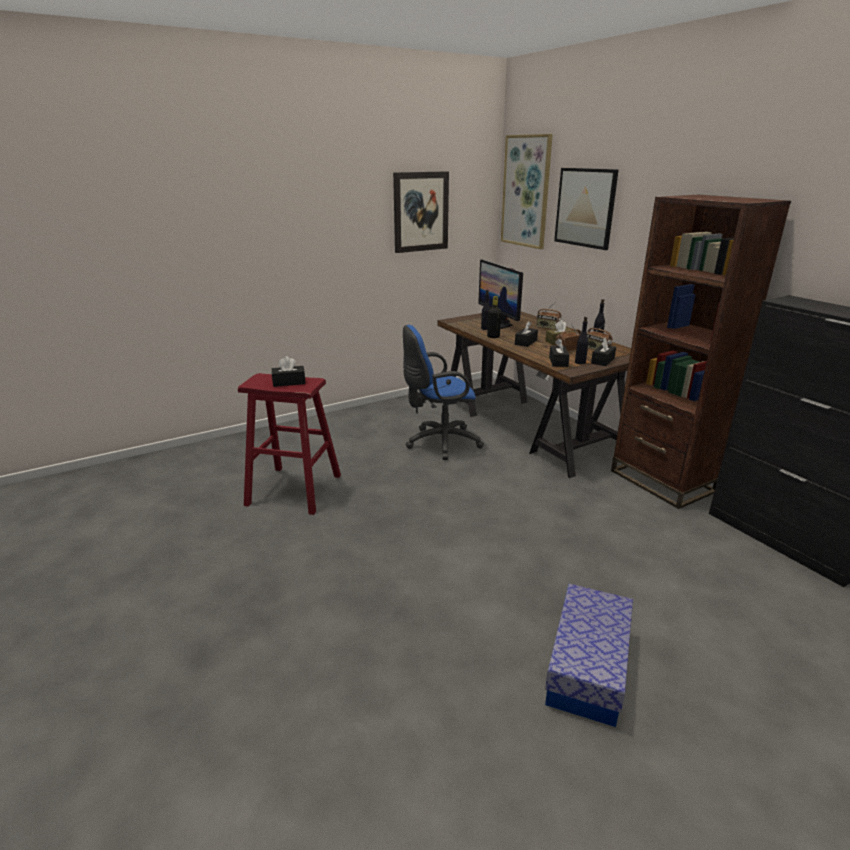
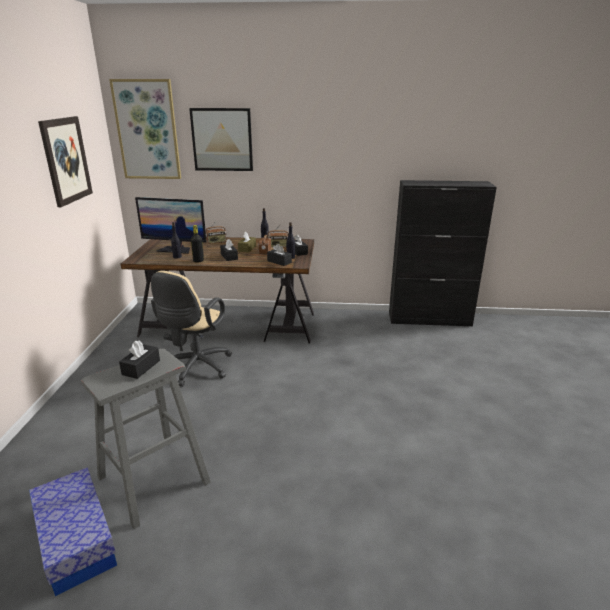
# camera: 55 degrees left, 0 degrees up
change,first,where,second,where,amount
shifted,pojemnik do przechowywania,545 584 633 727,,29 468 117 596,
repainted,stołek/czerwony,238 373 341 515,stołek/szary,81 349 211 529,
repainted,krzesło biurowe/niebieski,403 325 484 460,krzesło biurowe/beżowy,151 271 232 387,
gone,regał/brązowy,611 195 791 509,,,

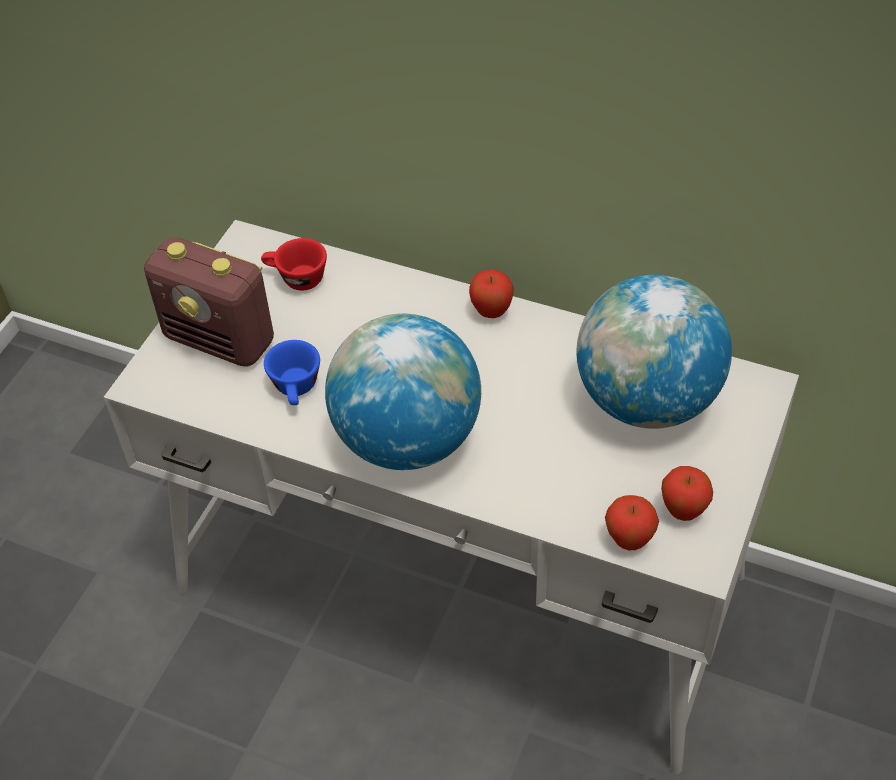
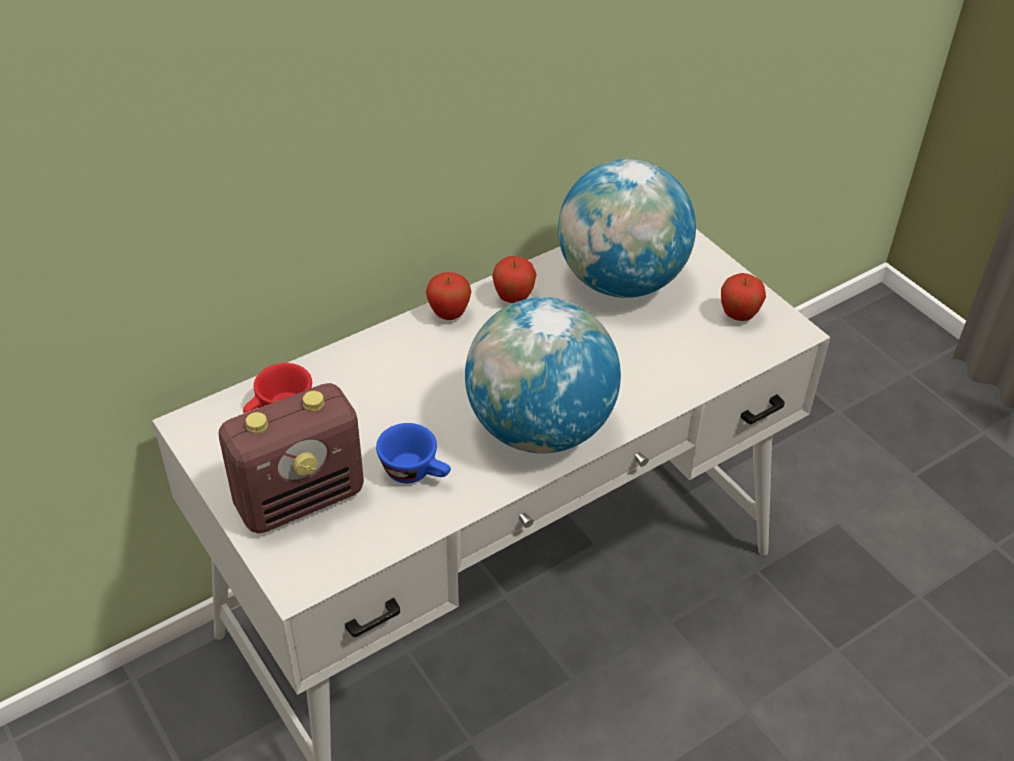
# camera: 60 degrees left, 5 degrees down
change,first,where,second,where,amount
shifted,jabłko,605 495 659 551,,492 256 537 303,

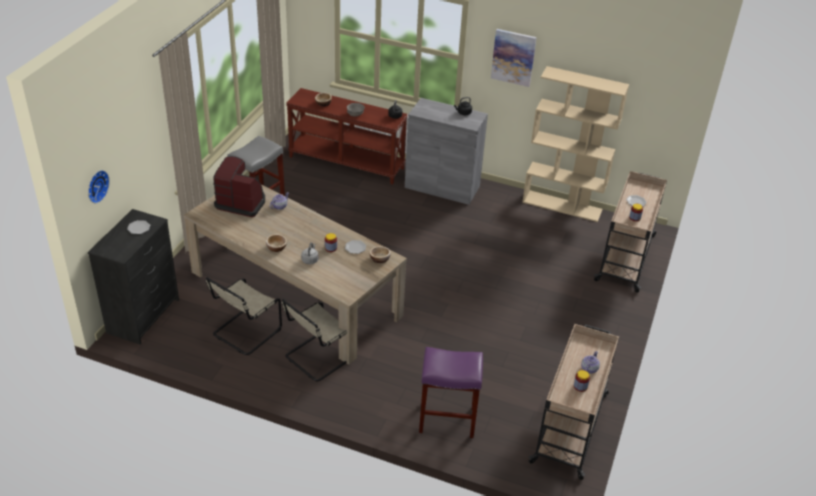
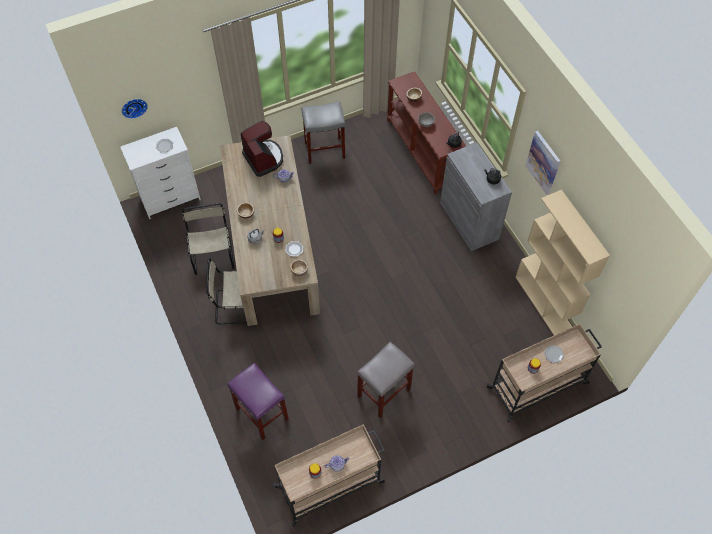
# camera: 45 degrees right, 20 degrees up
change,first,where,second,where,amount
repainted,komoda/czarny,88 209 179 345,komoda/biały,120 127 201 219,
rotated,krzesło/beżowy,206 277 282 355,,182 203 234 275,90 degrees clockwise
new,,,stołek/szary,357 342 415 418,

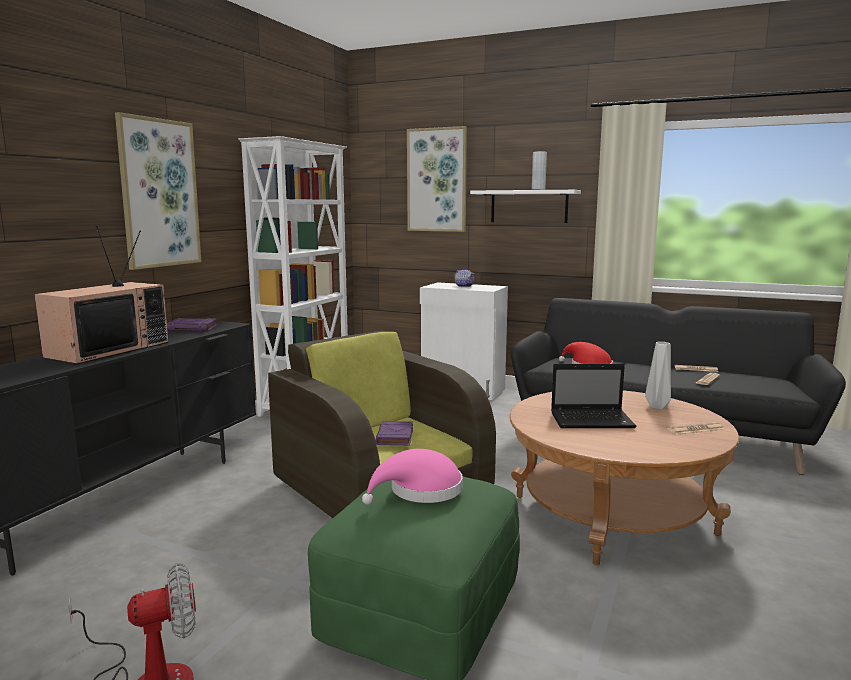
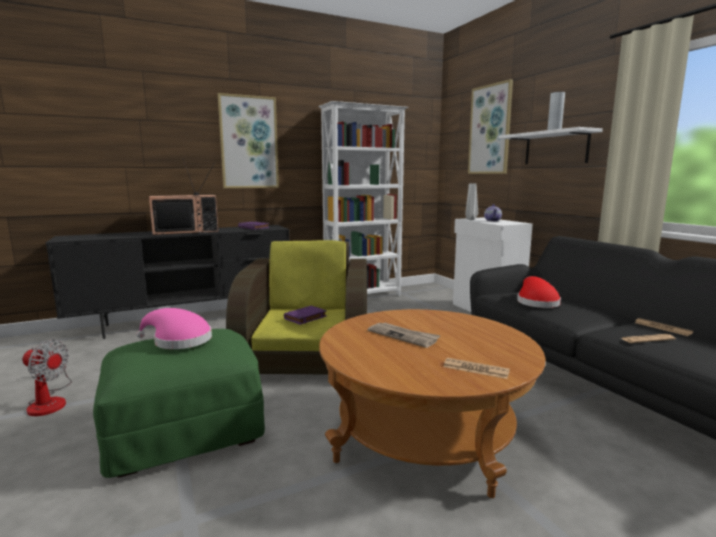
# camera: 40 degrees right, 0 degrees up
change,first,where,second,where,amount
swapped,laptop,551 364 636 428,gazeta,368 323 441 348,
shifted,wazon/szary,645 342 671 409,,465 184 478 220,

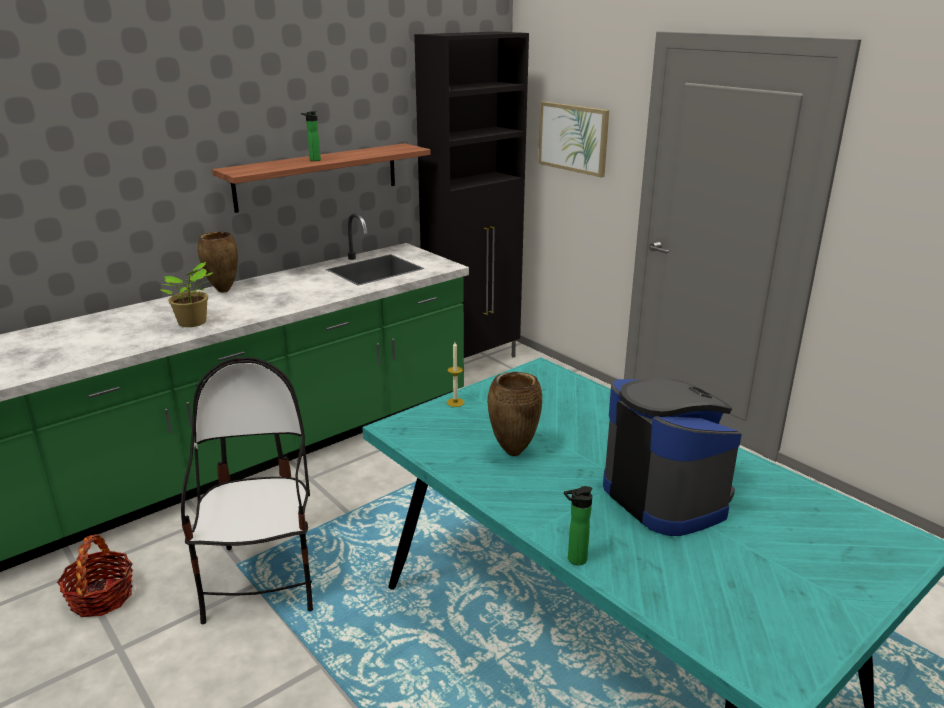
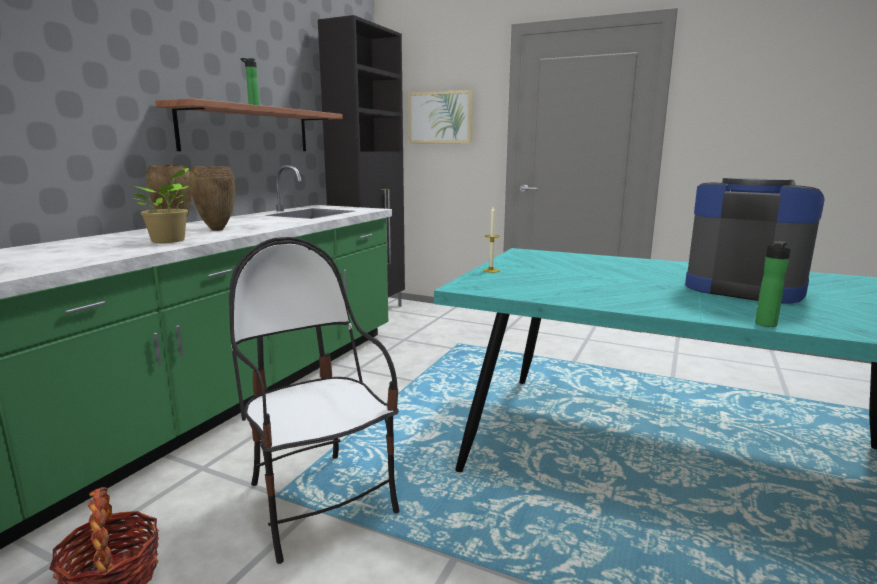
# camera: 25 degrees left, 10 degrees down
change,first,where,second,where,amount
shifted,wazon/brązowy,487 372 542 456,,189 166 235 231,

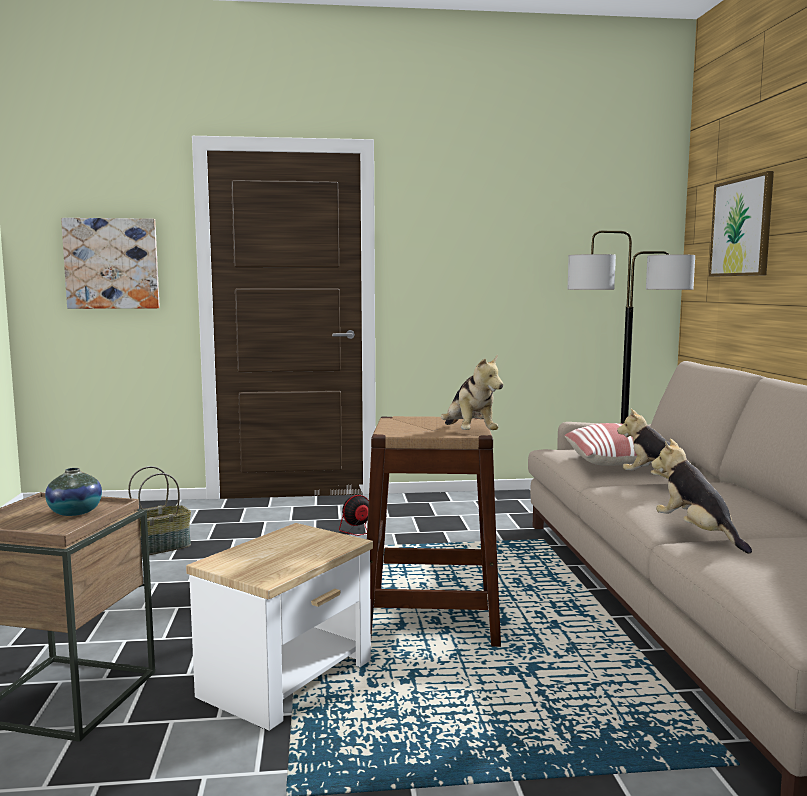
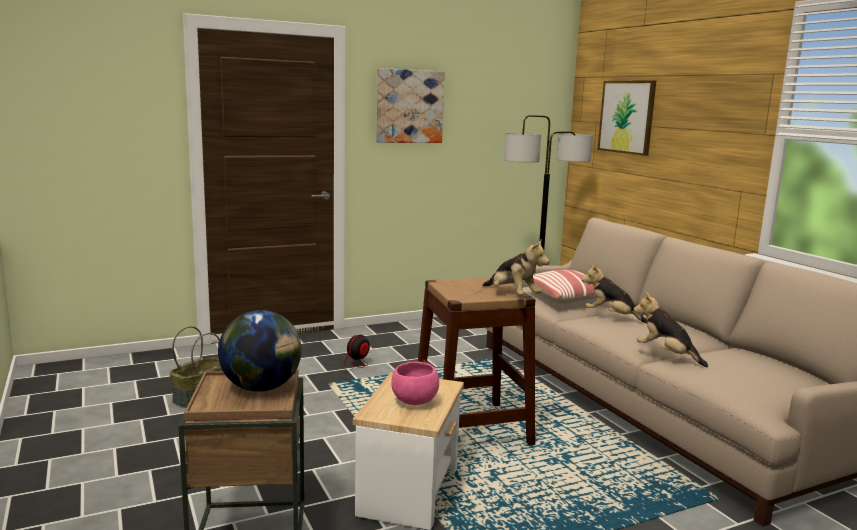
# camera: 20 degrees left, 5 degrees up
change,first,where,second,where,amount
swapped,wazon,45 468 102 516,globus,218 310 301 392,
shifted,obraz,61 218 160 309,,376 68 445 143,
new,,,miska/różowy,391 361 439 405,

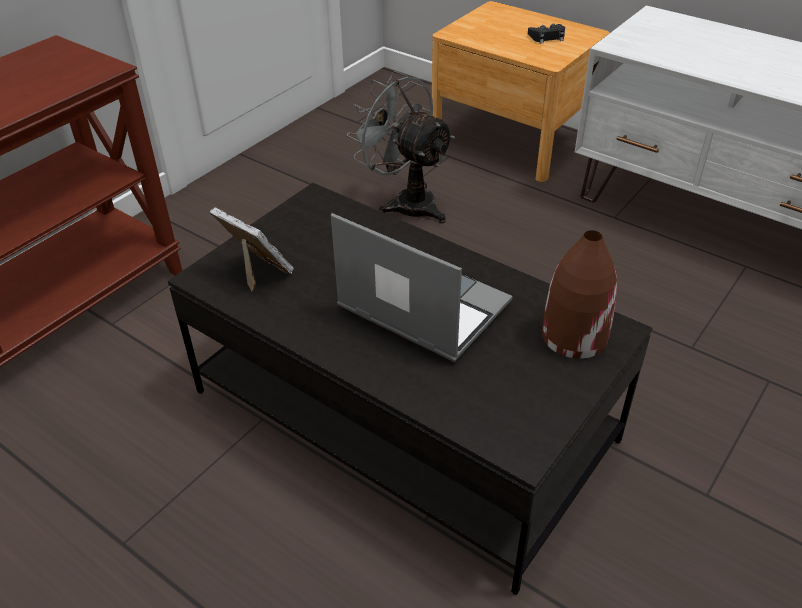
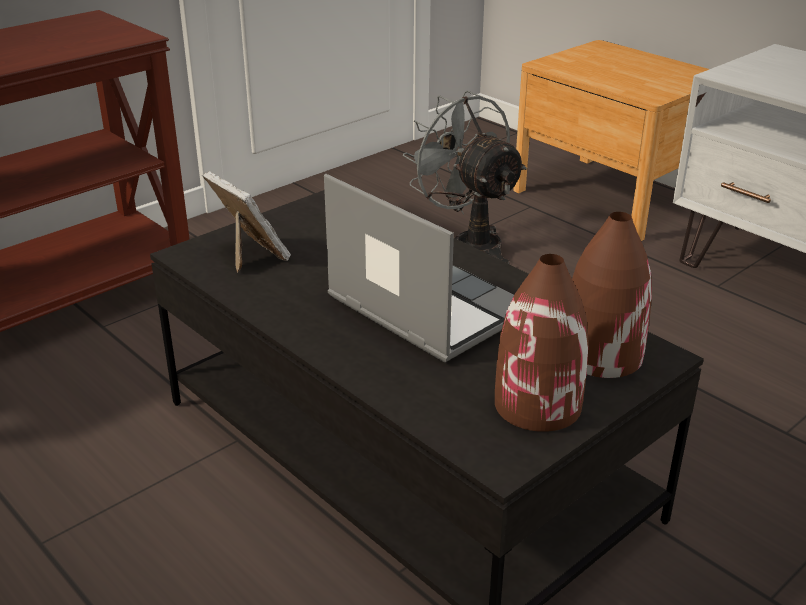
# camera: 10 degrees right, 10 degrees down
change,first,where,second,where,amount
new,,,wazon/brązowy,495 254 589 432,
gone,pad do gier/czarny,528 24 565 44,,,

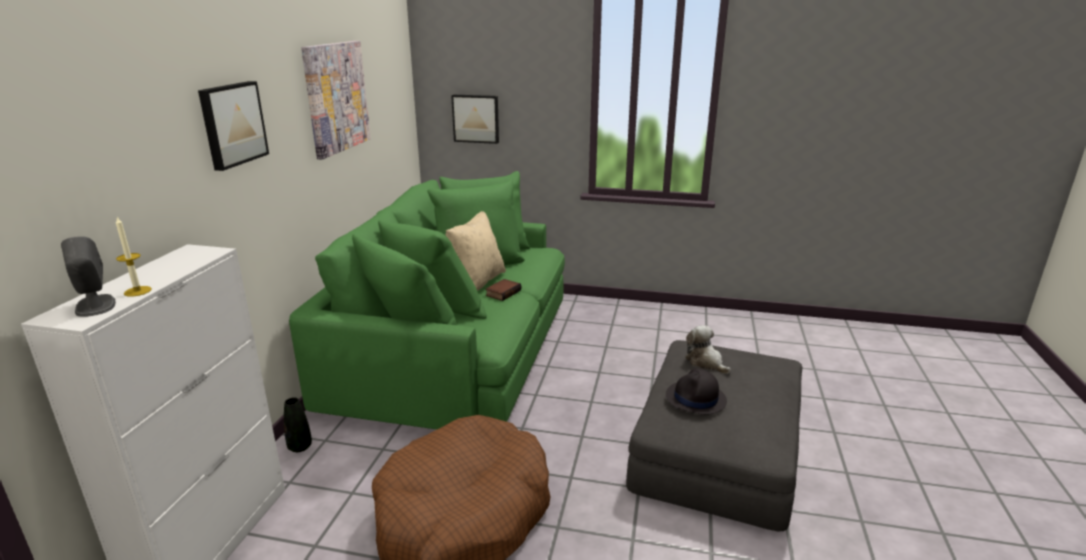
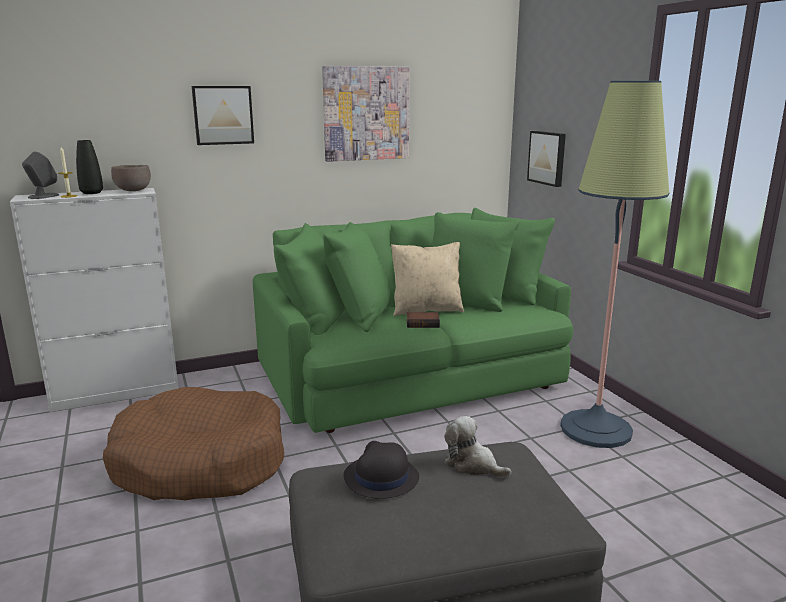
# camera: 55 degrees right, 5 degrees down
change,first,where,second,where,amount
shifted,wazon/czarny,284 397 312 452,,76 140 103 194,
new,,,miska/brązowy,111 165 151 191,
rotated,pluszak,685 325 731 374,,444 416 512 478,75 degrees counterclockwise
new,,,lampa stojąca,560 81 669 448,

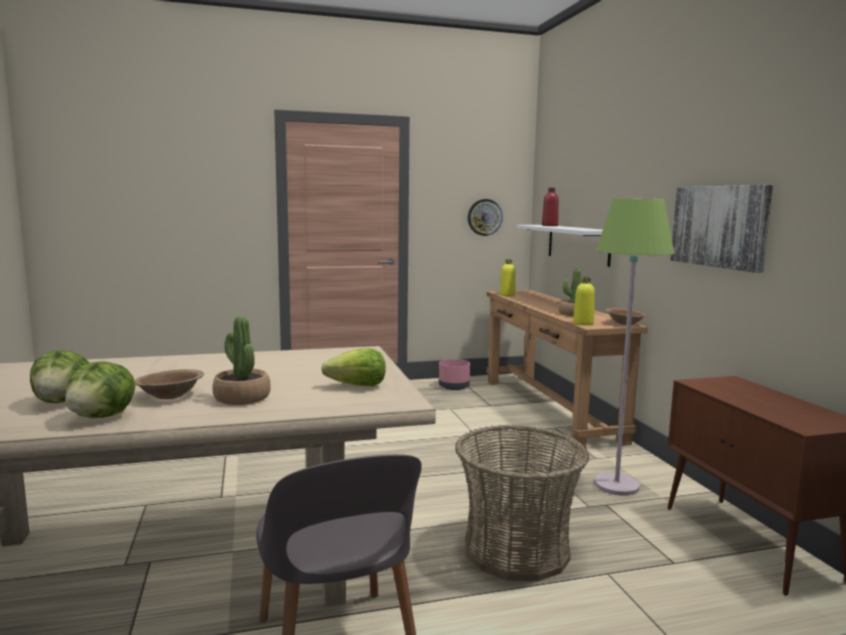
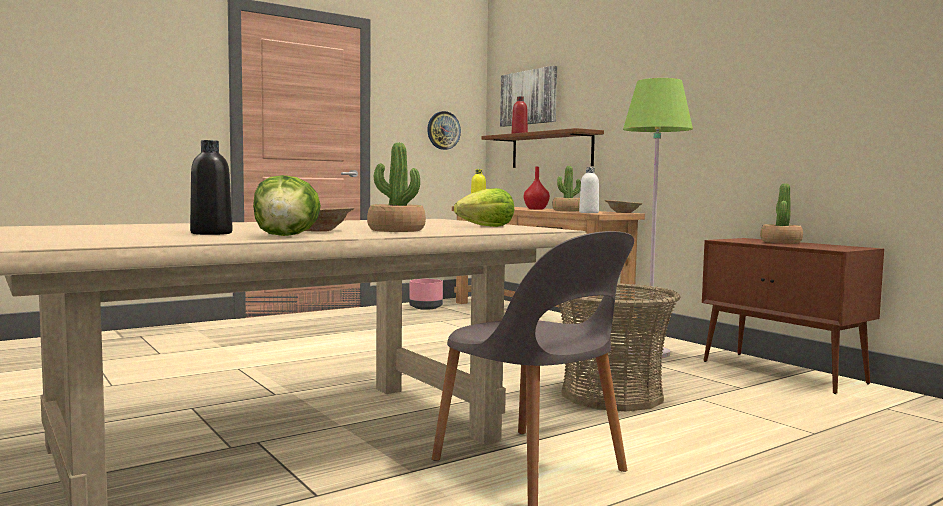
# camera: 20 degrees left, 5 degrees down
change,first,where,second,where,amount
swapped,sałata,30 350 89 403,butelka/czarny,190 140 232 235,
repainted,półka/biały,517 225 611 267,półka/brązowy,481 128 604 168,
shifted,obraz,670 185 773 273,,500 66 557 127,
new,,,wazon/czerwony,524 167 550 209,
repainted,butelka/żółty,573 277 595 325,butelka/biały,579 167 599 213,
new,,,roślina doniczkowa,760 183 803 244,

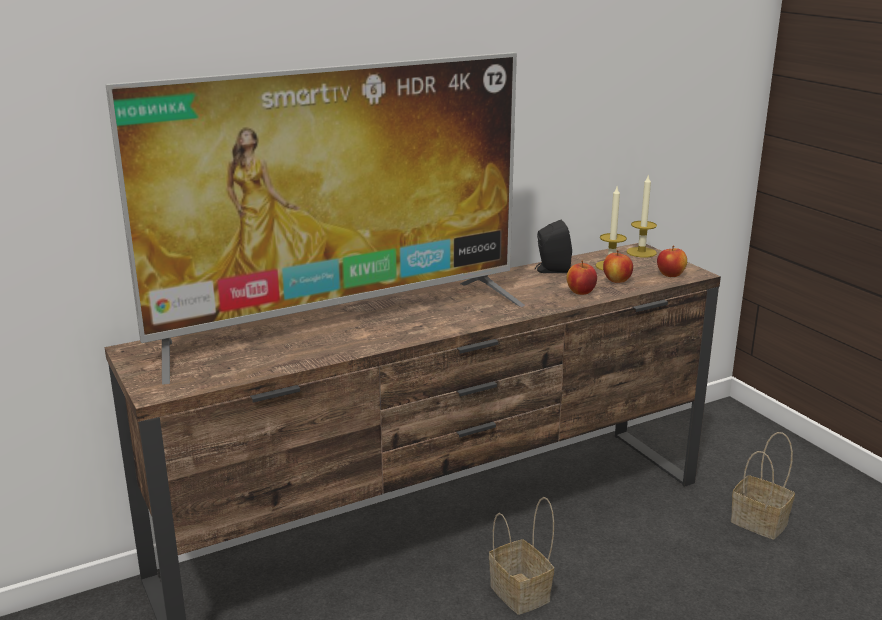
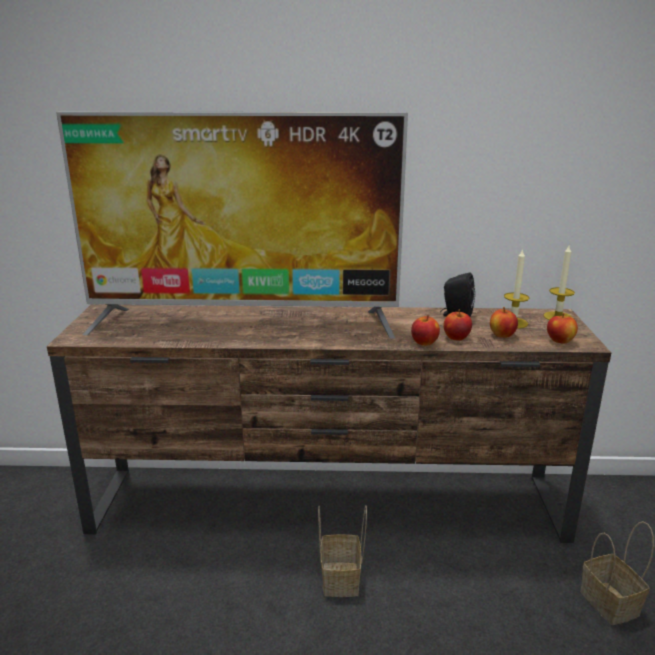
# camera: 30 degrees right, 0 degrees up
change,first,where,second,where,amount
new,,,jabłko,411 315 440 346,

